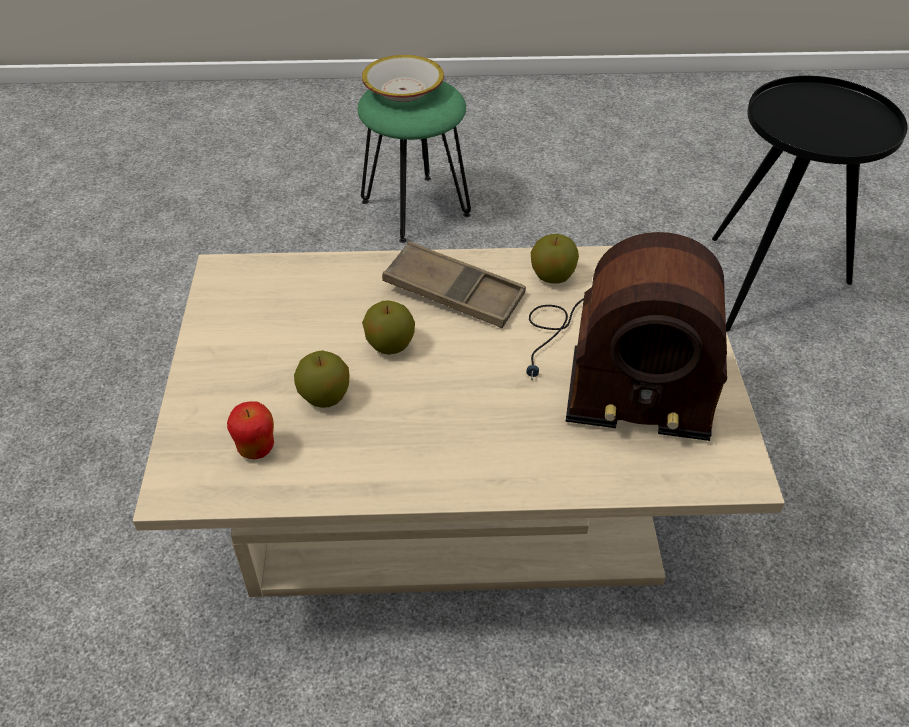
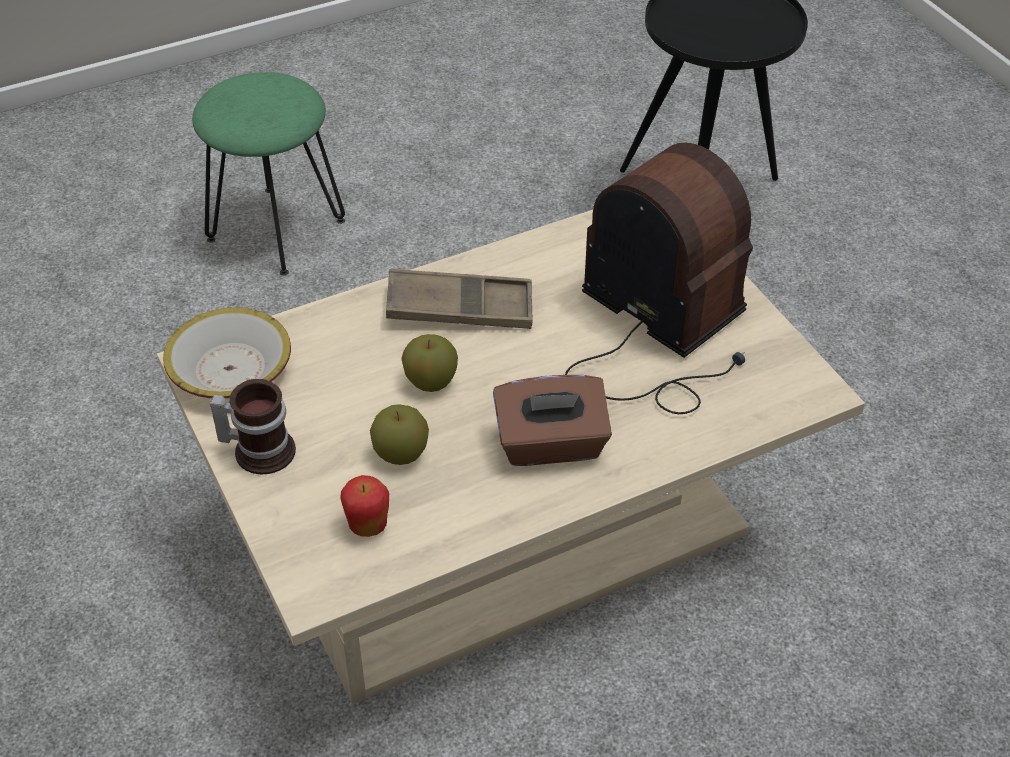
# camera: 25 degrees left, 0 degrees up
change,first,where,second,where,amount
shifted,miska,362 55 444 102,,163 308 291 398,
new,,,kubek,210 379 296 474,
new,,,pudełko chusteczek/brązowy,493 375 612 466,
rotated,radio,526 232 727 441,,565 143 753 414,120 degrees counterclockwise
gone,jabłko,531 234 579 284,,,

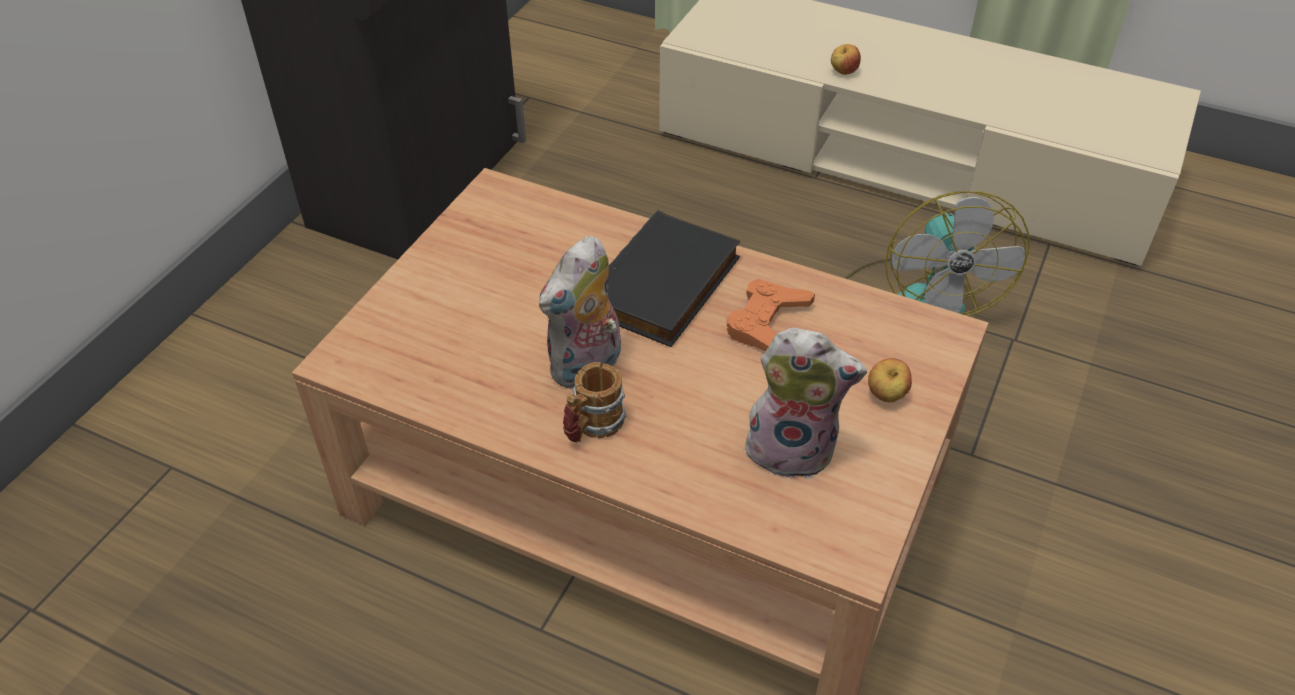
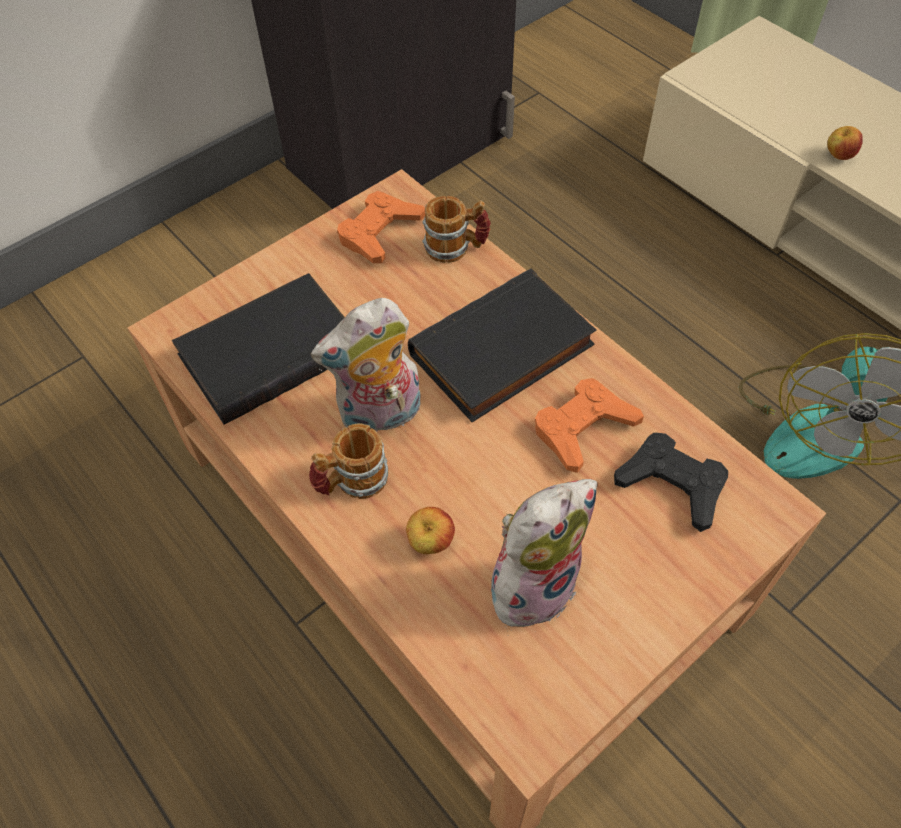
# camera: 25 degrees right, 10 degrees up
change,first,where,second,where,amount
new,,,książka/czarny,172 273 345 425,
new,,,pad do gier/pomarańczowy,337 191 425 263,
shifted,jabłko,868 358 912 402,,406 507 455 554,
new,,,kubek,422 196 491 263,
rotated,pluszak,745 328 867 479,,491 479 597 631,75 degrees counterclockwise
new,,,pad do gier/czarny,614 432 728 532,

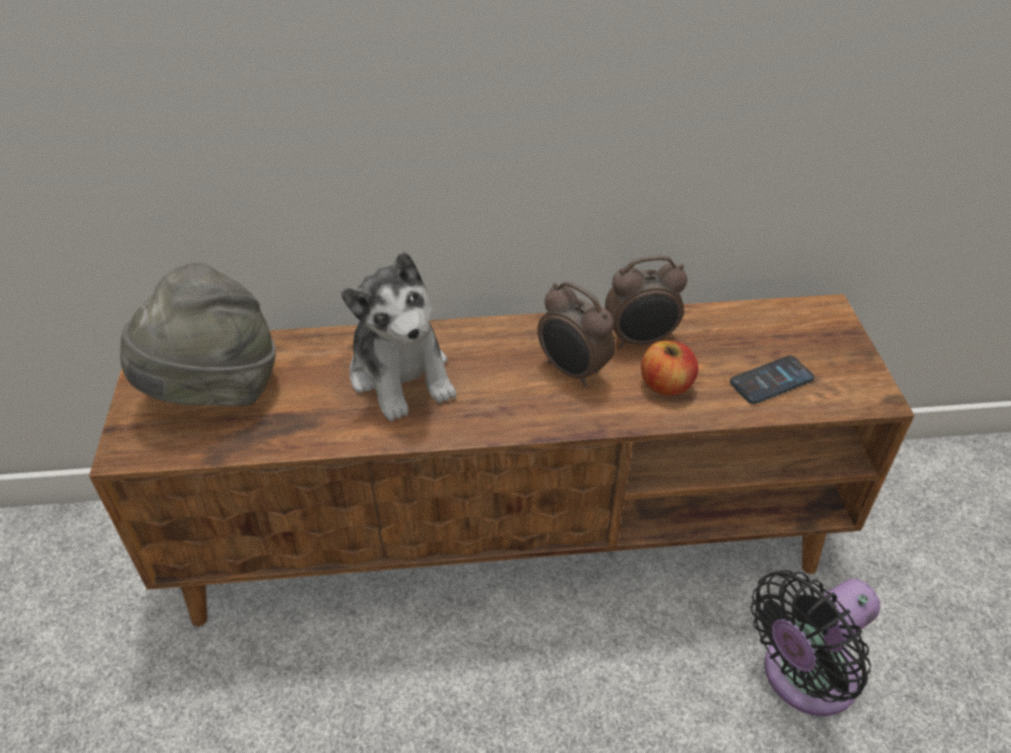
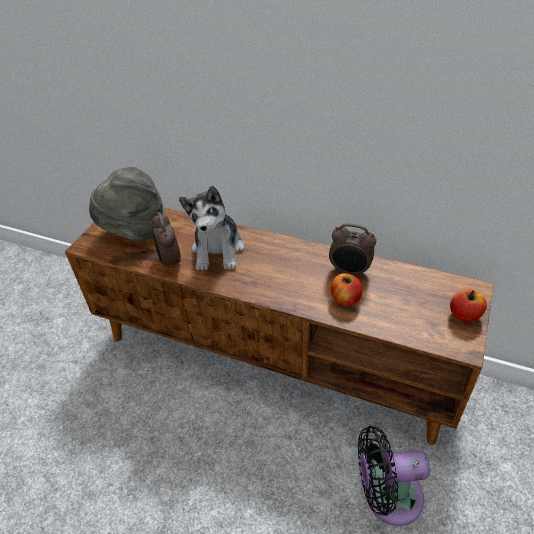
# camera: 30 degrees right, 0 degrees up
change,first,where,second,where,amount
shifted,budzik,537 281 615 387,,152 212 181 271,
new,,,jabłko,450 289 487 323,
gone,telefon,730 356 814 404,,,

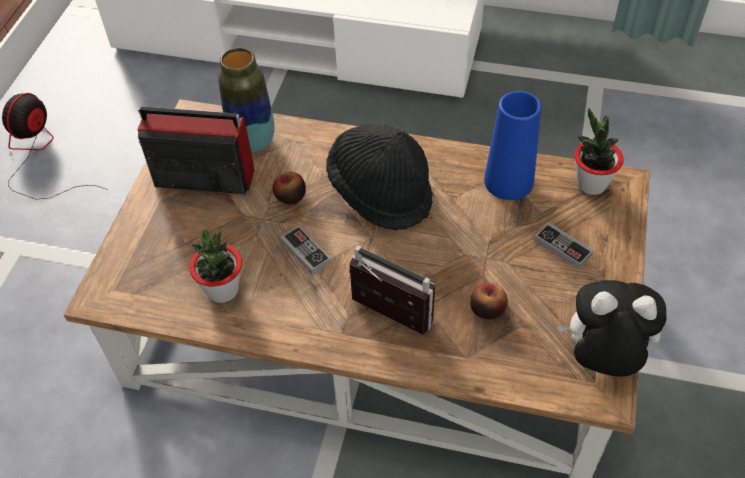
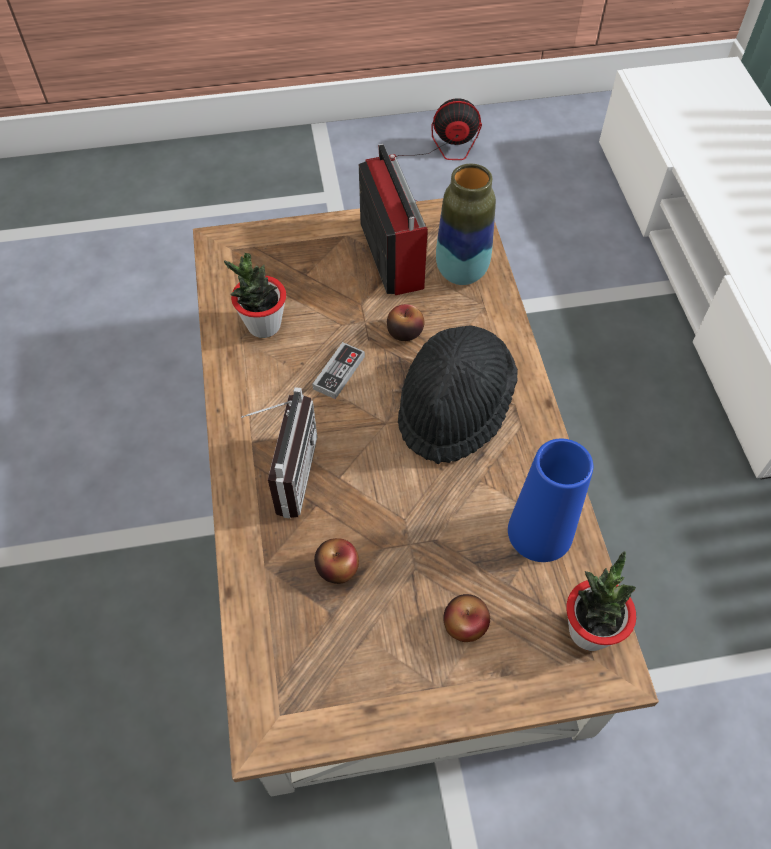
# camera: 65 degrees right, 5 degrees up
change,first,where,second,where,amount
swapped,pad do gier,534 222 594 269,jabłko,443 594 490 642,
gone,pluszak,557 280 667 377,,,

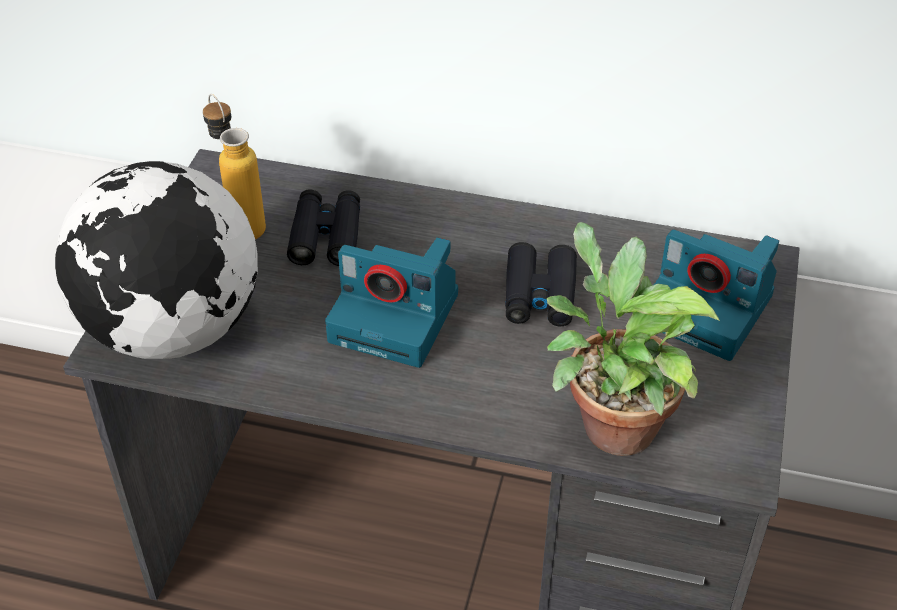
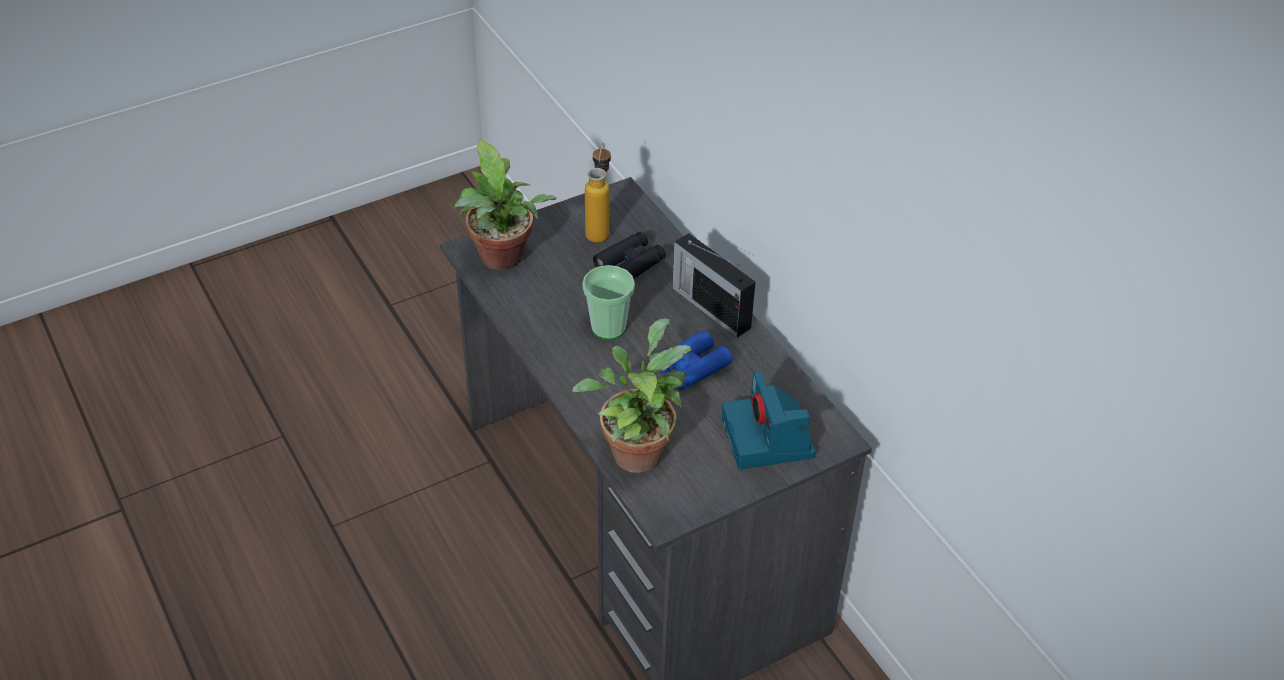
# camera: 45 degrees right, 0 degrees up
change,first,where,second,where,amount
swapped,globus,55 161 258 359,roślina doniczkowa,454 140 557 270,
swapped,aparat fotograficzny,325 237 458 368,filiżanka,582 265 635 340,
repainted,lornetka/czarny,505 242 577 326,lornetka/niebieski,660 330 732 390,
new,,,radio,672 233 755 337,

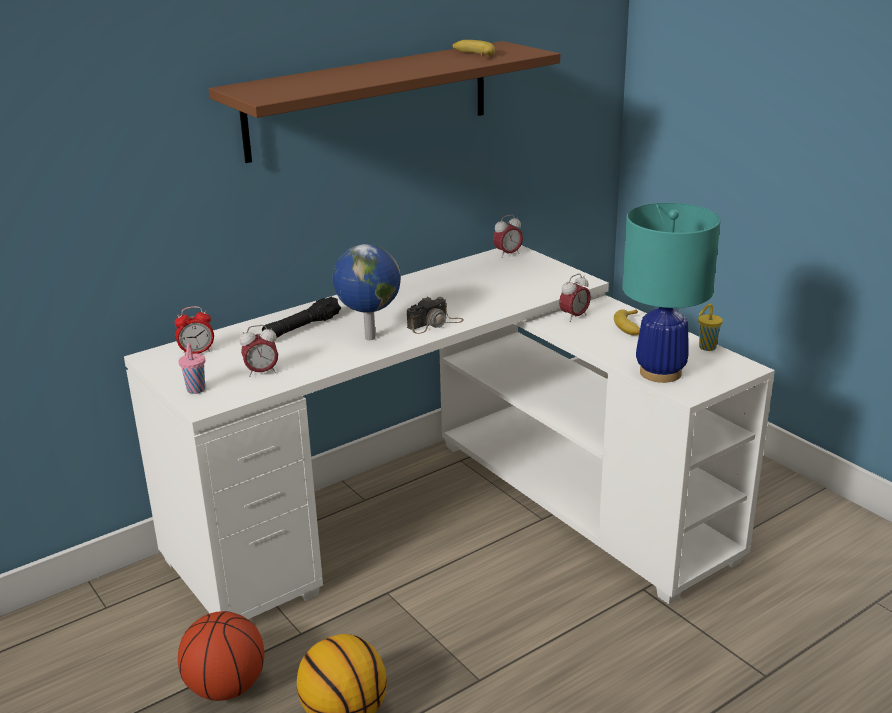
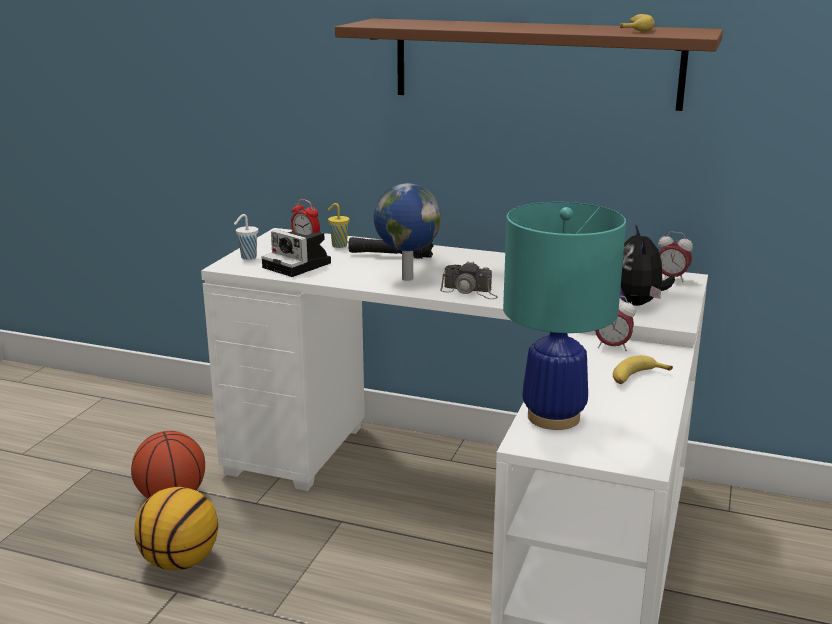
# camera: 55 degrees right, 5 degrees down
change,first,where,second,where,amount
repainted,filiżanka/różowy,178 343 205 394,filiżanka/biały,234 214 258 260,
swapped,budzik,240 325 278 377,aparat fotograficzny,261 230 331 277,
shifted,filiżanka/żółty,698 304 723 351,,328 203 350 248,
new,,,pluszak,620 226 675 306,

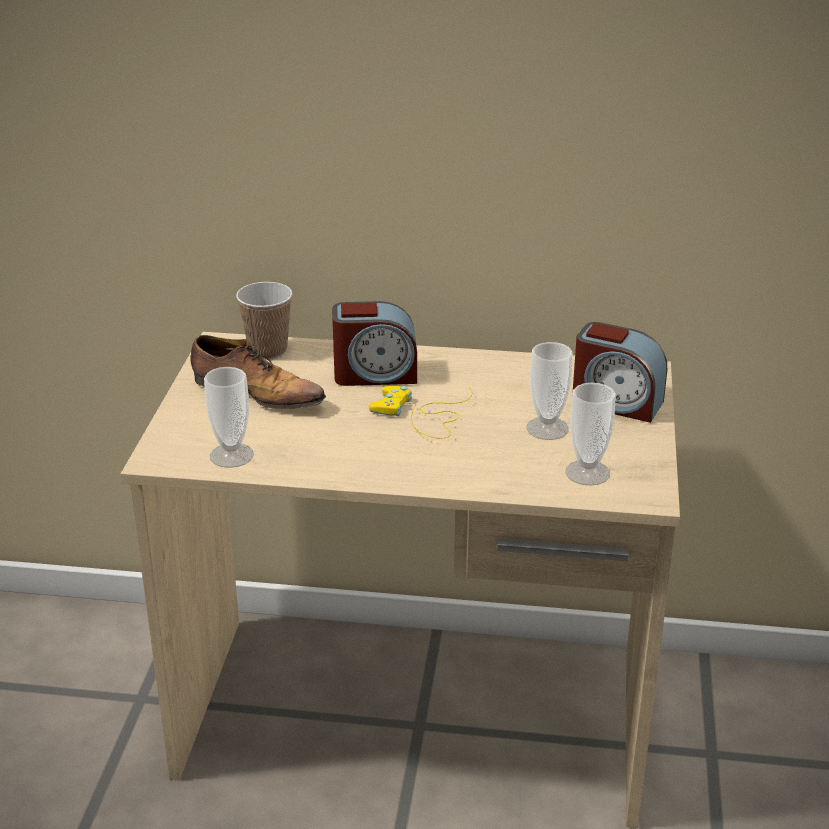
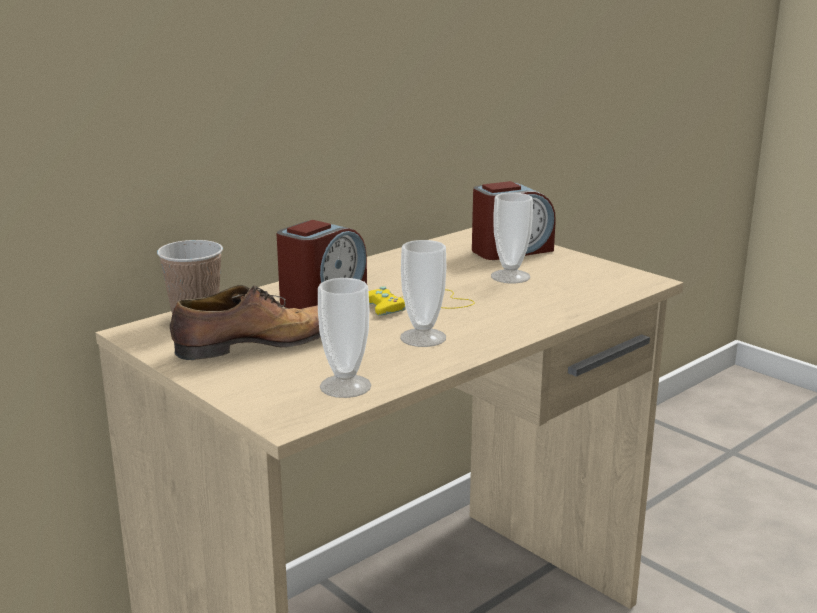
# camera: 50 degrees left, 10 degrees down
change,first,where,second,where,amount
shifted,filiżanka,565 383 616 486,,400 240 446 347,

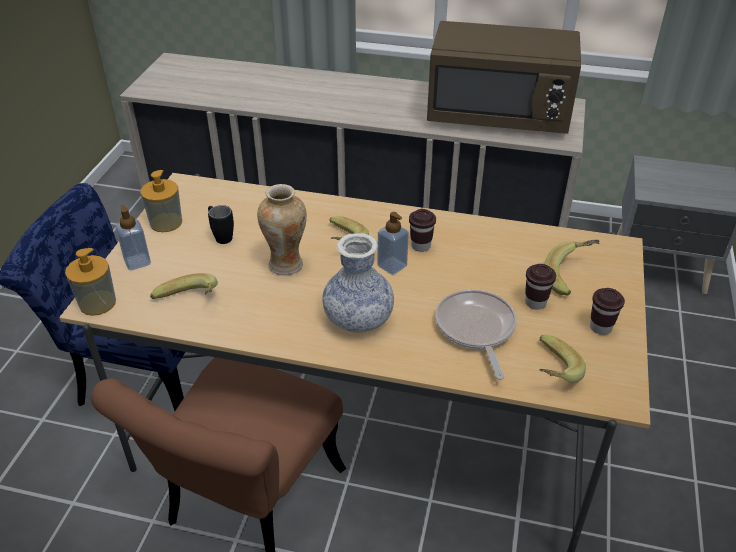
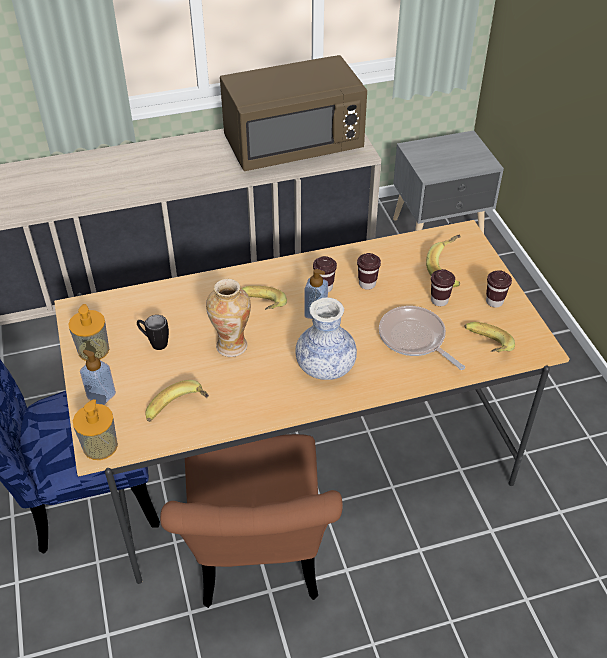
# camera: 30 degrees left, 5 degrees up
change,first,where,second,where,amount
new,,,filiżanka/brązowy,357 253 381 290,

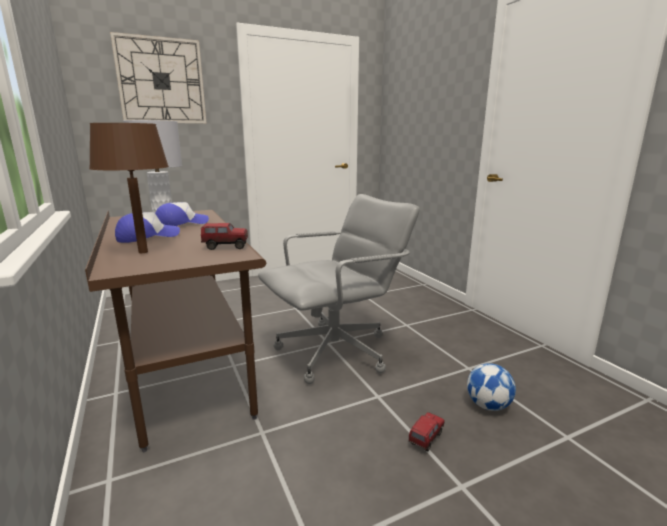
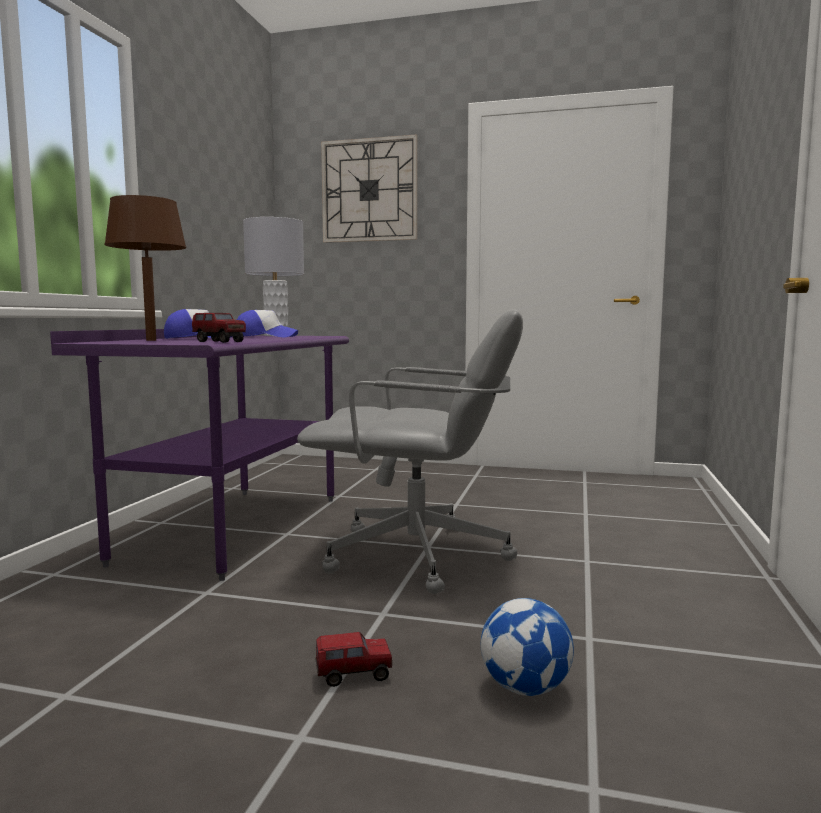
# camera: 40 degrees right, 10 degrees down
change,first,where,second,where,amount
repainted,biurko/brązowy,85 210 266 452,biurko/fioletowy,50 329 349 581,

